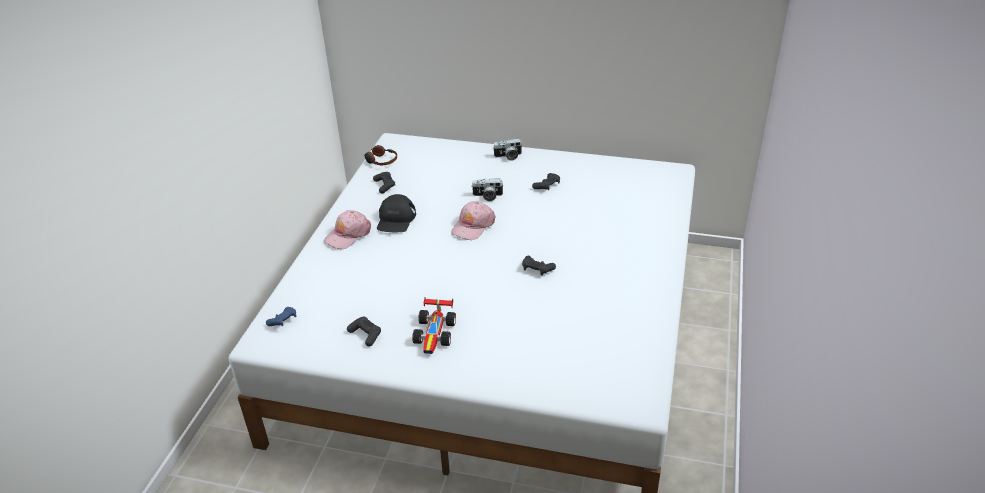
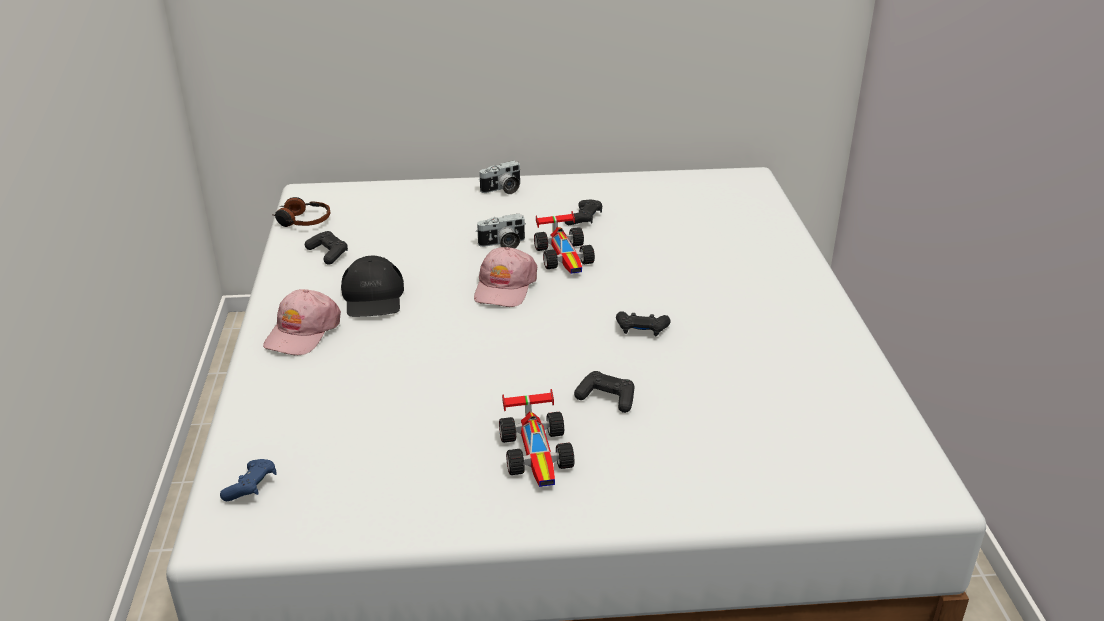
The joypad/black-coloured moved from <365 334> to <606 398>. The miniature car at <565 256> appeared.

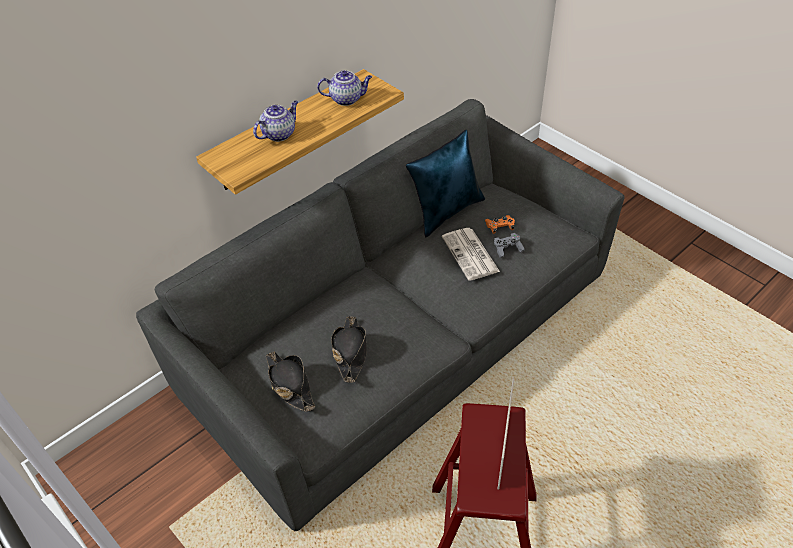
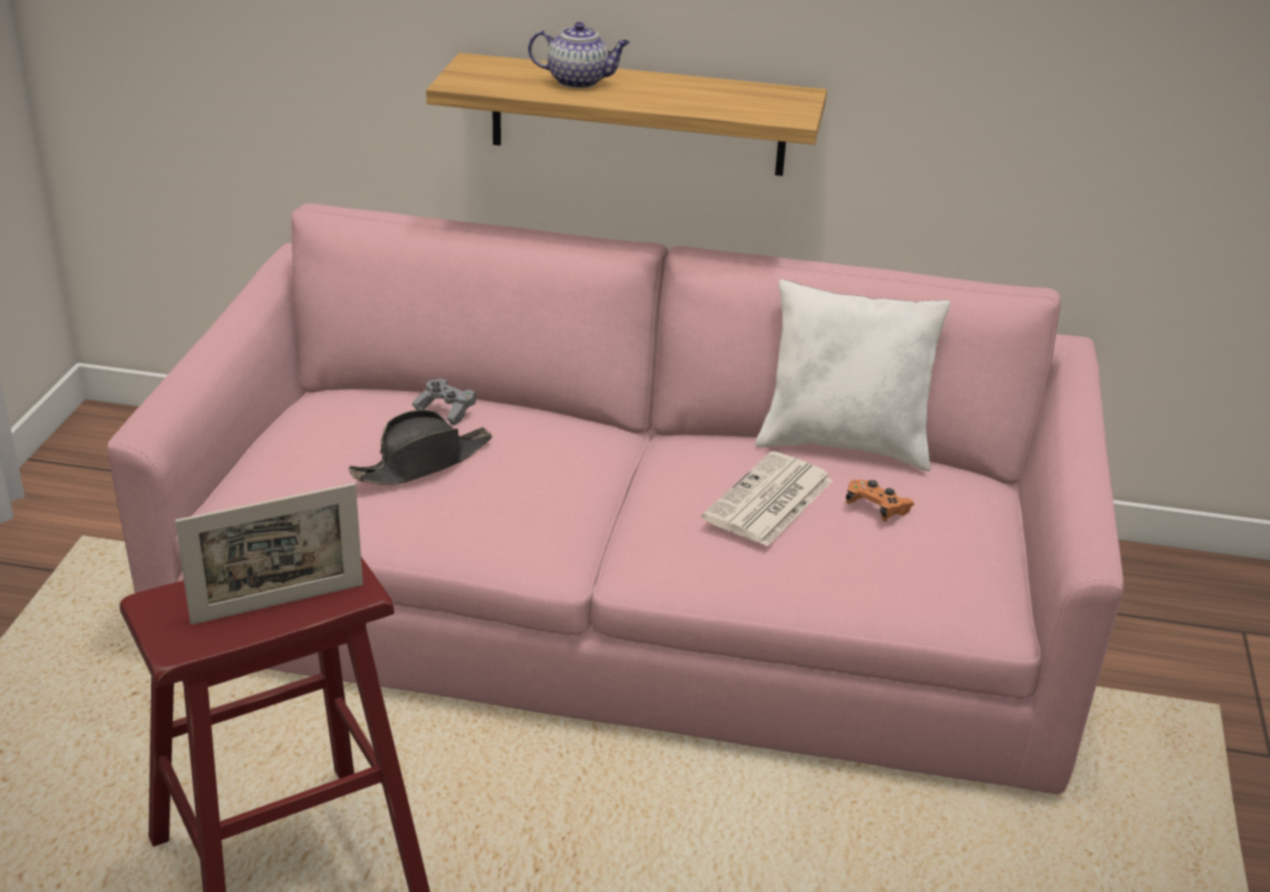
The sofa/gray at <399 331> became the sofa/pink-coloured at <629 596>. The wearable hat/black-coloured at <290 384> disappeared. The pot for tea at <347 99> disappeared. The pillow/bluish at <446 211> became the pillow/white at <845 444>. The joypad/gray moved from <507 249> to <445 410>.

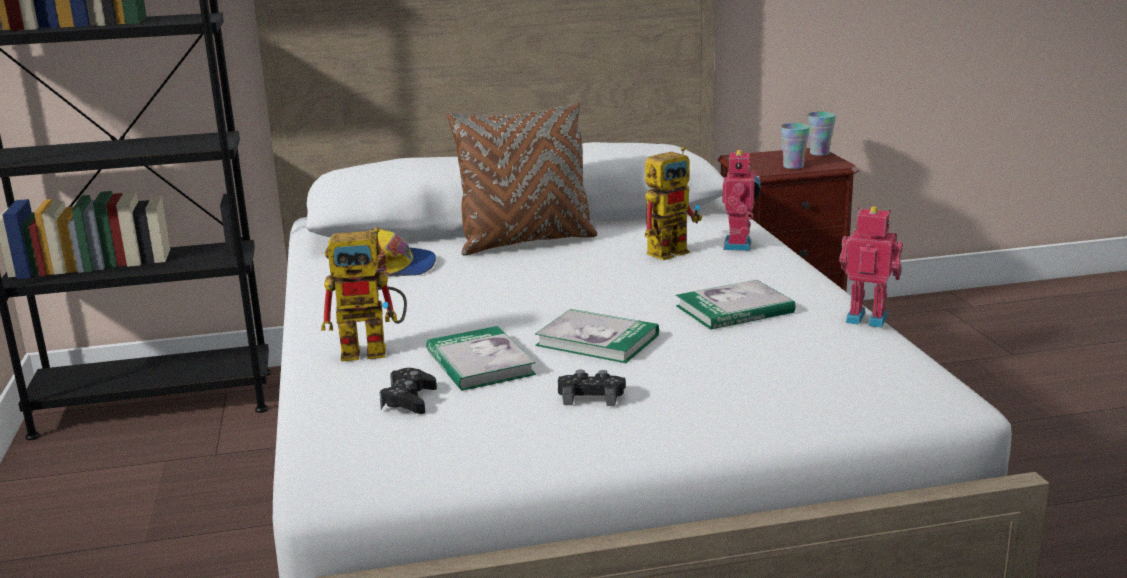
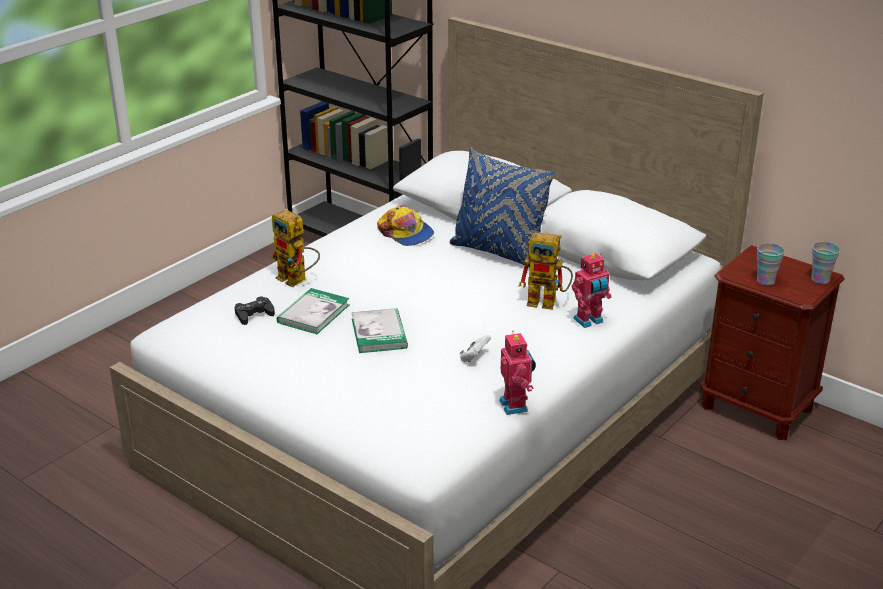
The pillow/brownish at <526 242> became the pillow/bluish at <498 252>. The joypad/black-coloured at <591 396> disappeared. The bound book at <734 309> was replaced by the joypad/white at <474 357>.

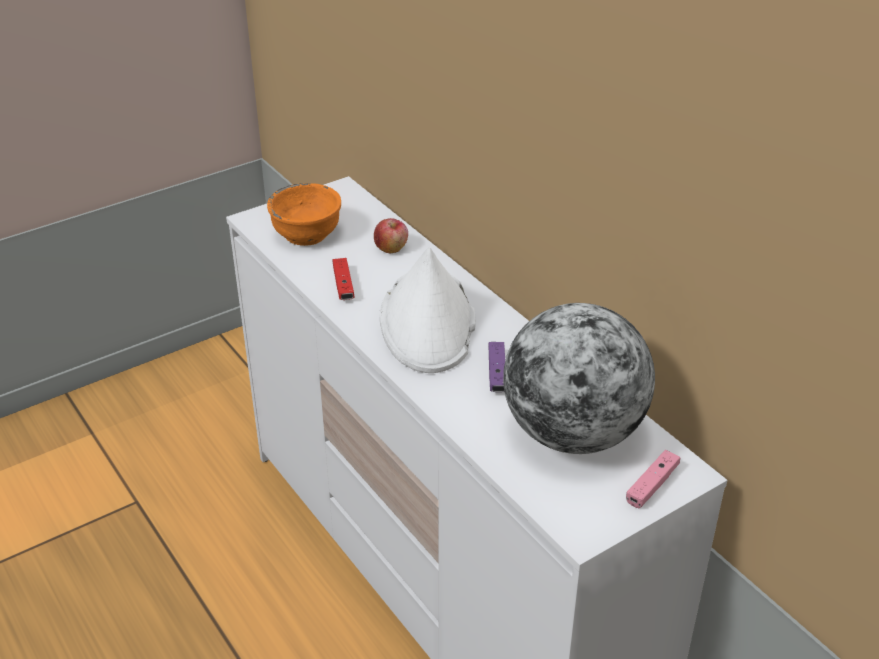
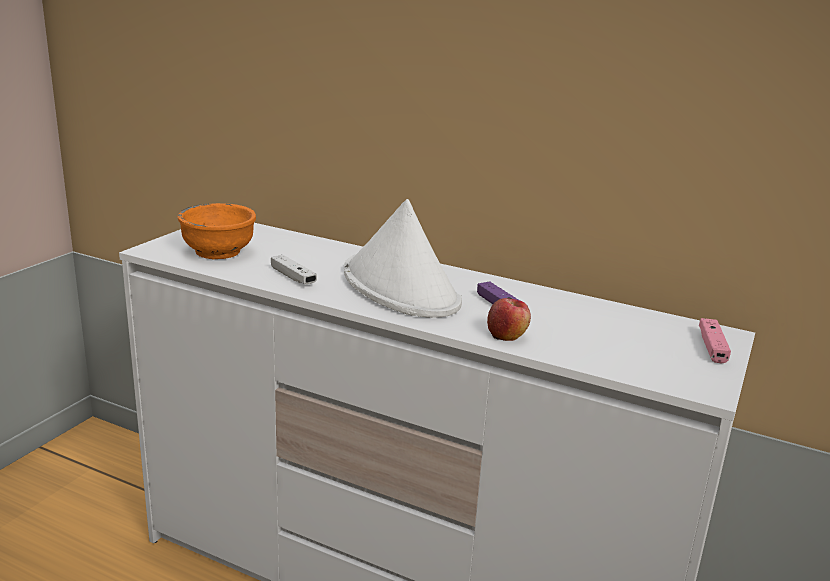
The joypad/reddish at <343 285> became the joypad/white at <293 277>. The apple fruit moved from <391 248> to <507 335>. The world globe at <573 434> disappeared.

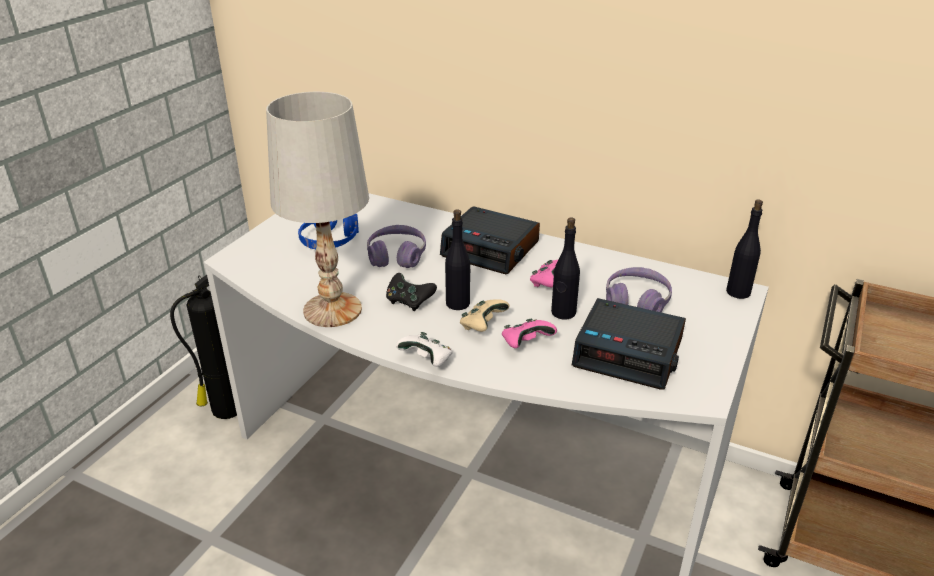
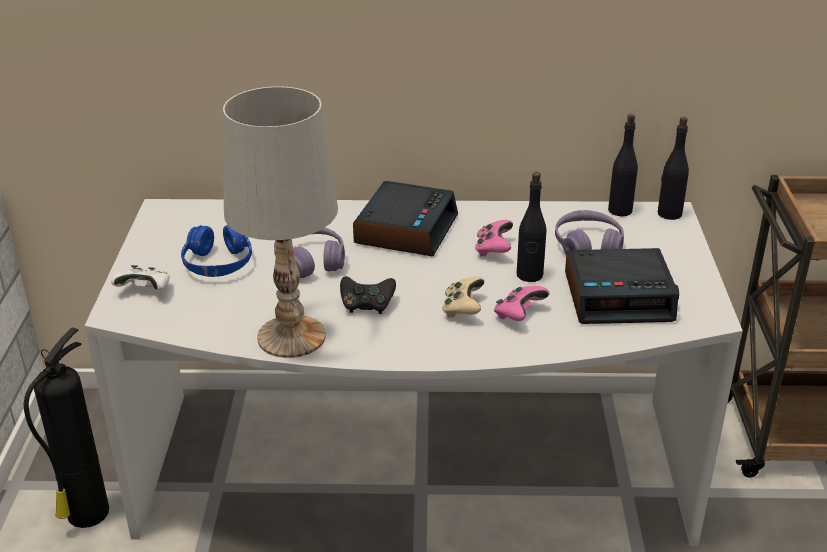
The joypad/white moved from <427 360> to <146 291>. The alarm clock at <491 249> turned 75 degrees counterclockwise. The drink bottle/black-coloured moved from <458 303> to <620 210>.

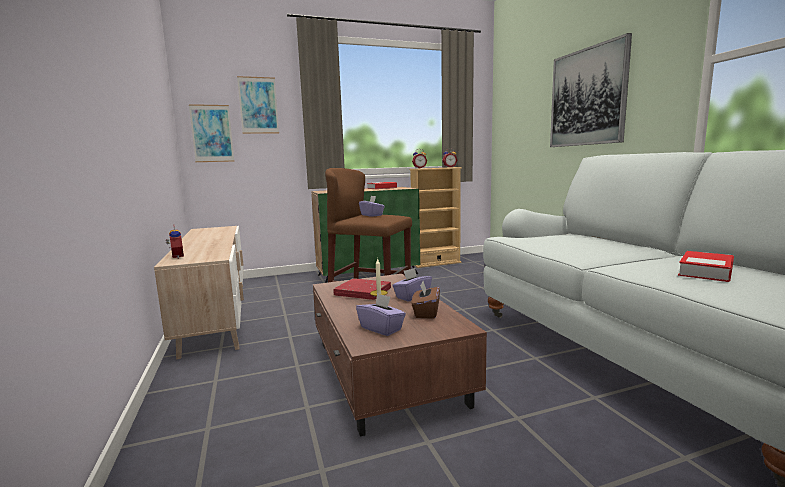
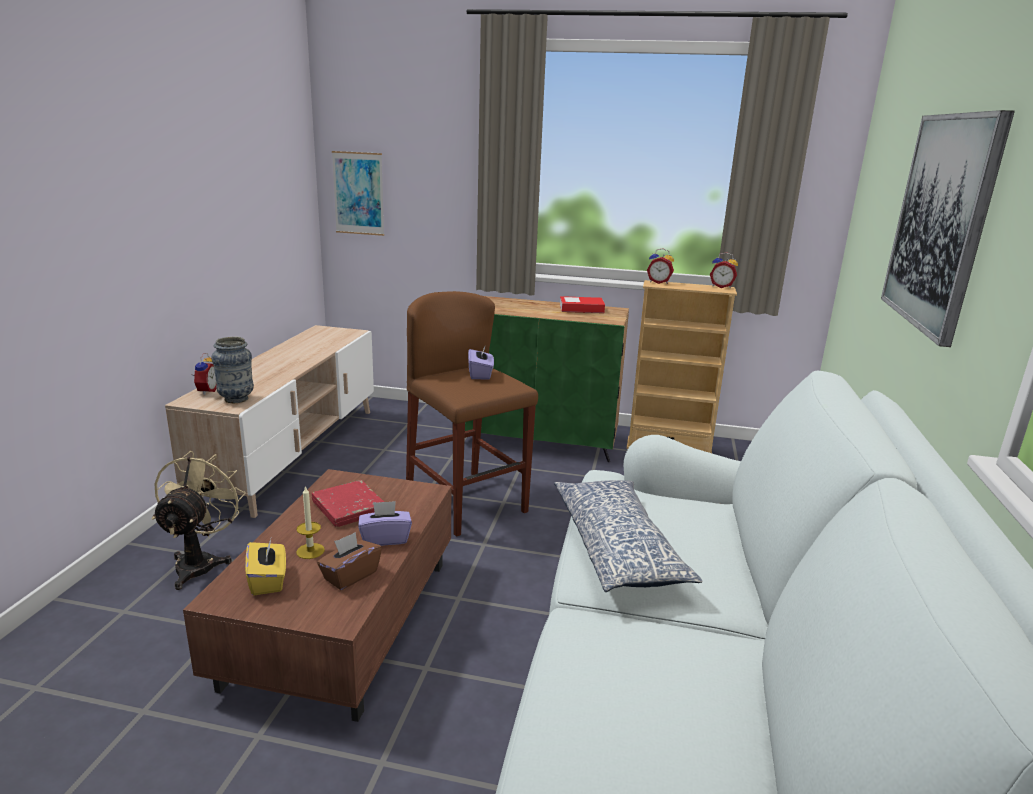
The picture at <258 105> disappeared. The tissue holder/purplish at <381 328> became the tissue holder/yellowish at <268 580>. The bound book at <705 271> disappeared. The fan/beige-coloured at <201 562> appeared. The vase at <236 399> appeared. The pillow at <618 547> appeared.

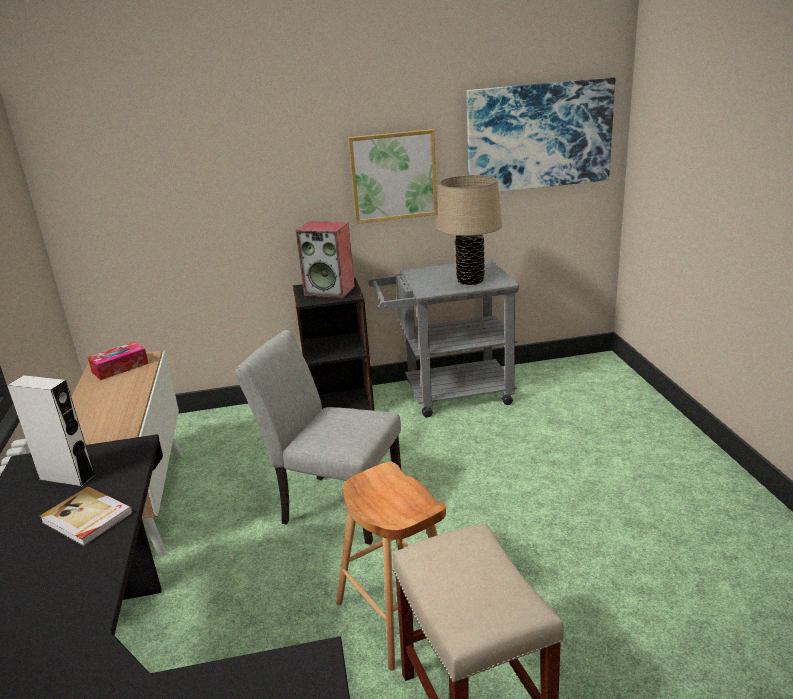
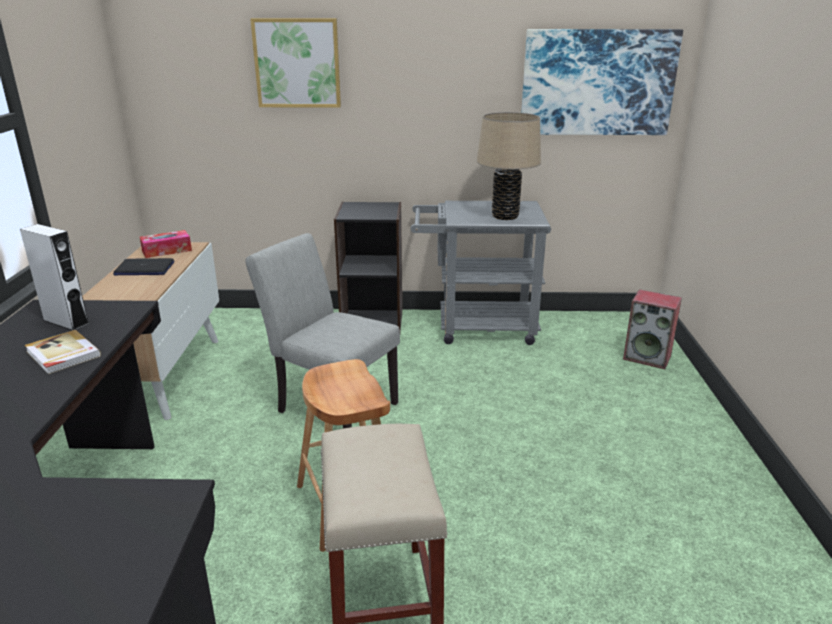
The loudspeaker moved from <330 290> to <648 357>. The picture moved from <393 176> to <297 63>. The notebook computer at <144 269> appeared.

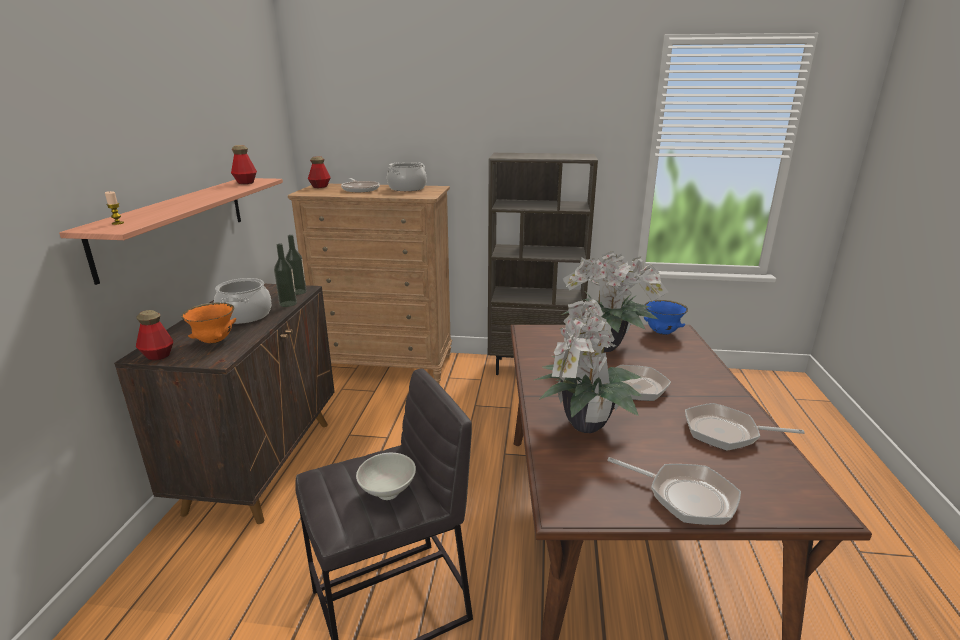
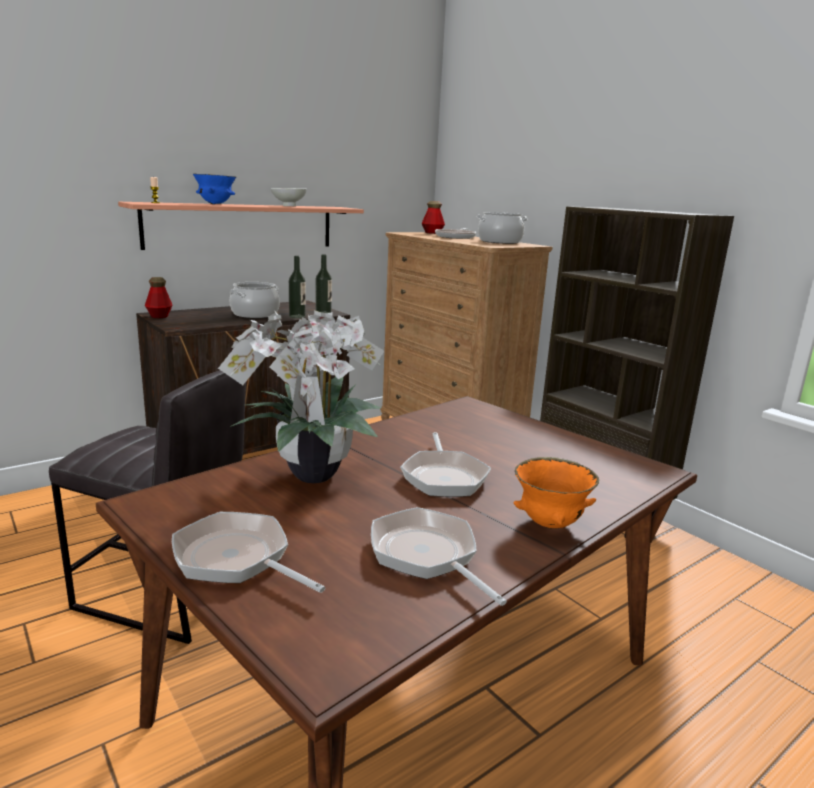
The serving bowl/orangey moved from <214 341> to <550 524>. The drink bottle at <245 182> disappeared. The serving bowl/white moved from <389 493> to <288 206>. The potted plant at <607 348> disappeared. The frying pan at <685 496> turned 135 degrees clockwise. The serving bowl/bluish moved from <662 333> to <215 204>.

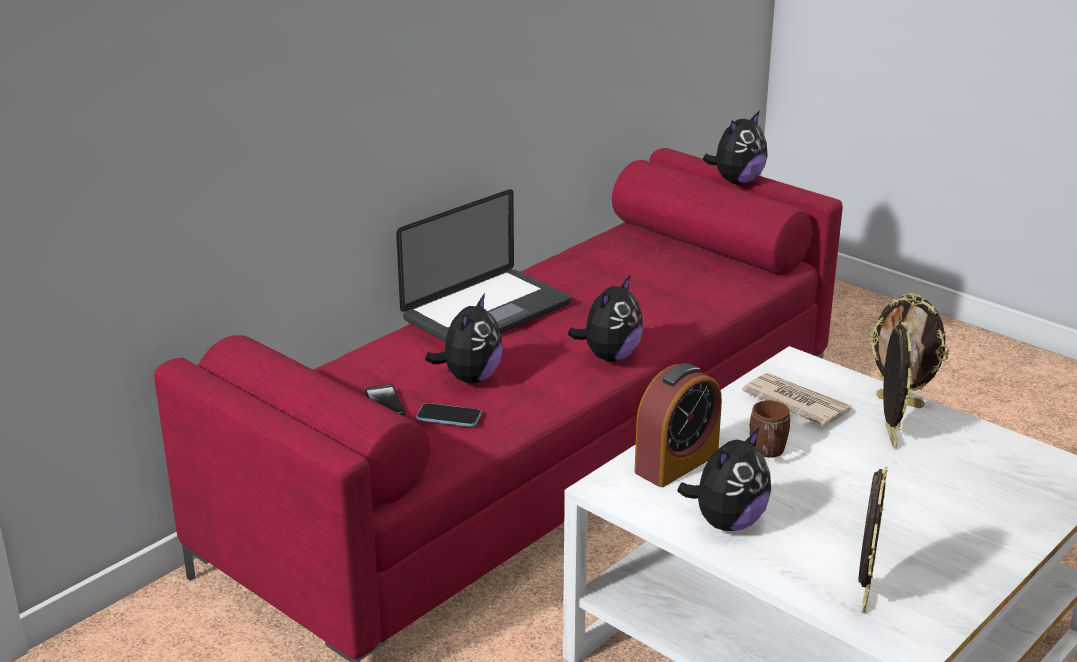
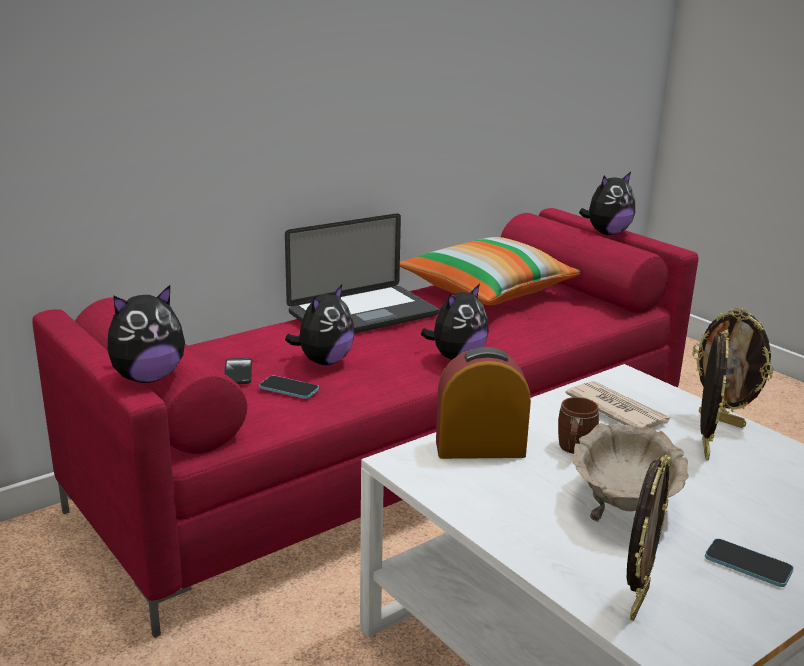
The alarm clock at <676 463> turned 150 degrees counterclockwise. The plush toy moved from <727 522> to <148 377>. The pillow at <487 291> appeared. The serving bowl/beige-coloured at <625 505> appeared. The handset at <748 564> appeared.

